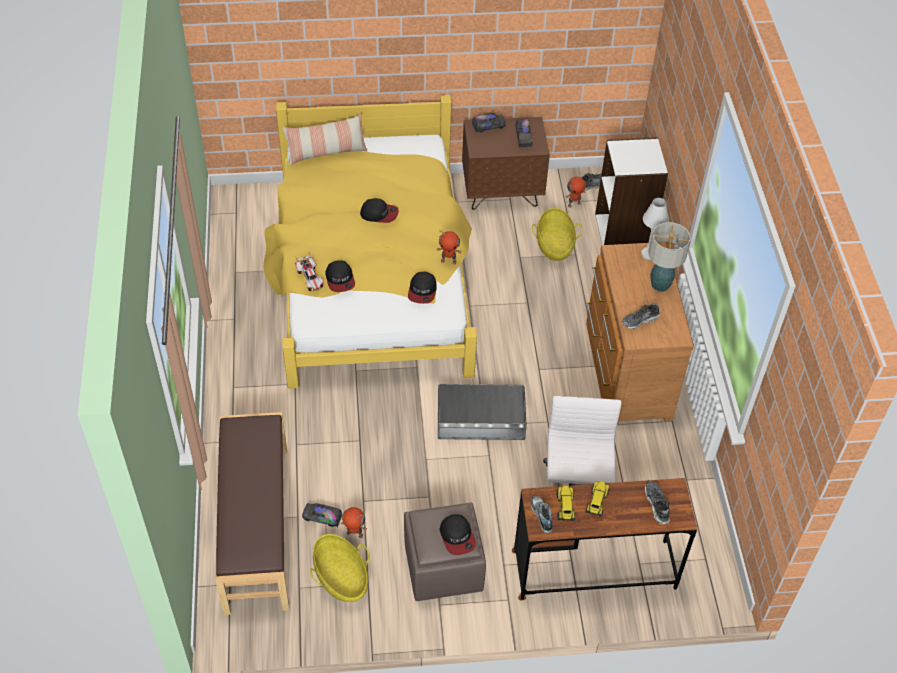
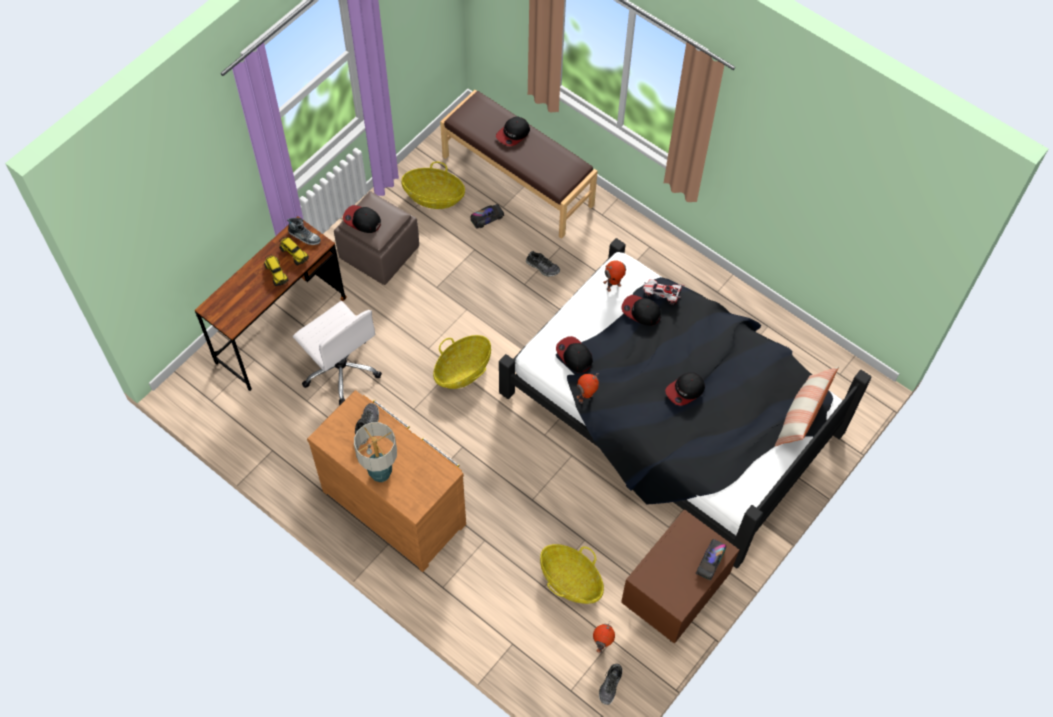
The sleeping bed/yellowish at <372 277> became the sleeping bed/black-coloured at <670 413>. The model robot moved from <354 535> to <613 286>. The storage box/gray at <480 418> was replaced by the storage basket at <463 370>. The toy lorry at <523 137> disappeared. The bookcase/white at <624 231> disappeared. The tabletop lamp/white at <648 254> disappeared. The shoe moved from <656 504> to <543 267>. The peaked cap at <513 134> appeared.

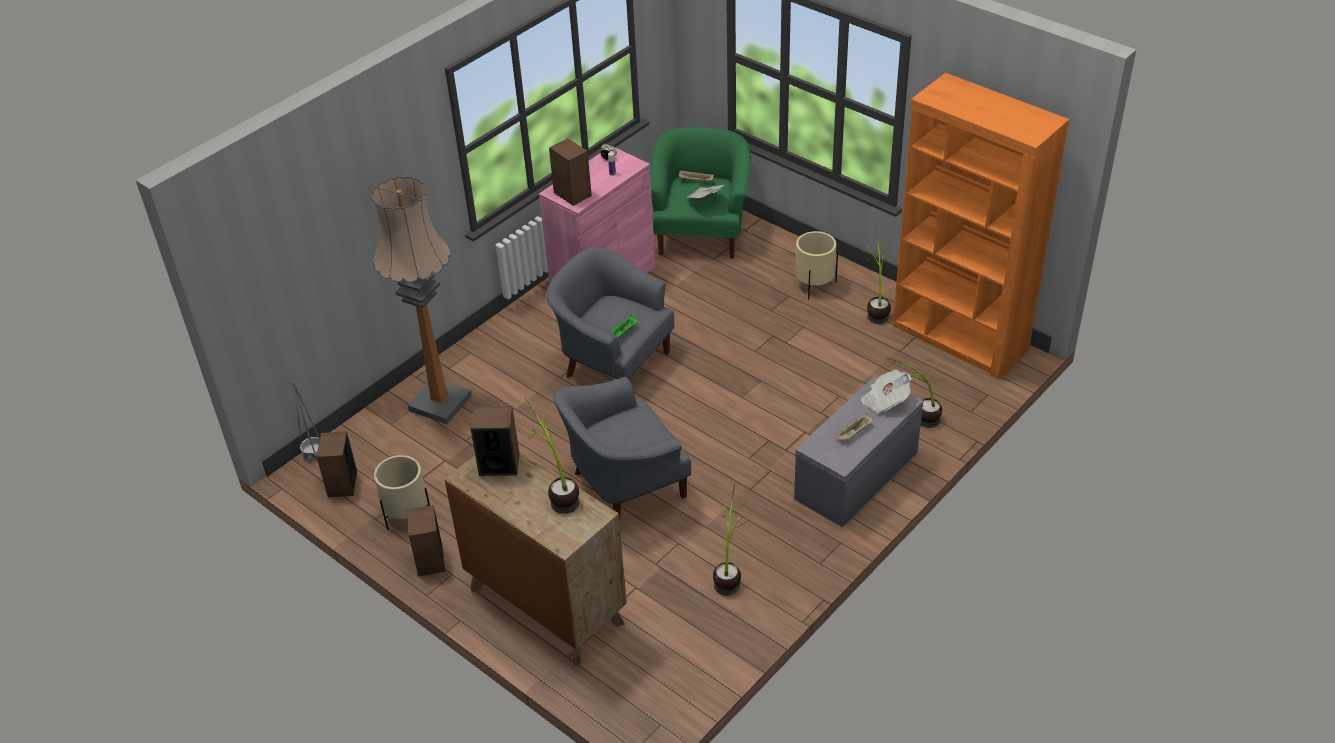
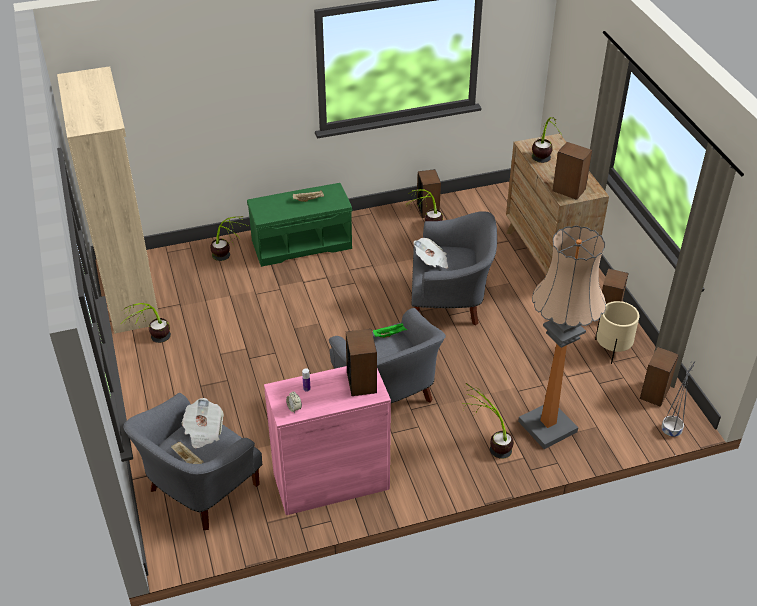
The armchair/greenish at <701 234> became the armchair/gray at <200 490>. The long seat/gray at <857 477> became the long seat/greenish at <302 244>. The plant pot/beige-coloured at <814 285> disappeared. The printed paper moved from <885 400> to <431 261>. The bookcase/orangey at <959 338> became the bookcase/beige-coloured at <131 293>. The loudspeaker at <428 209> appeared. The potted plant at <488 444> appeared.

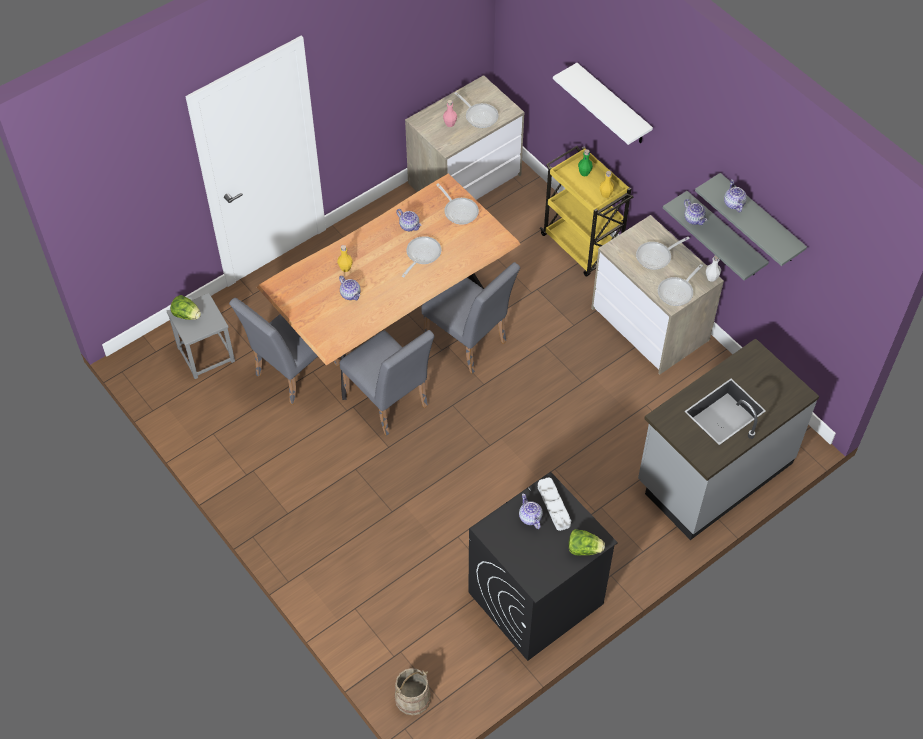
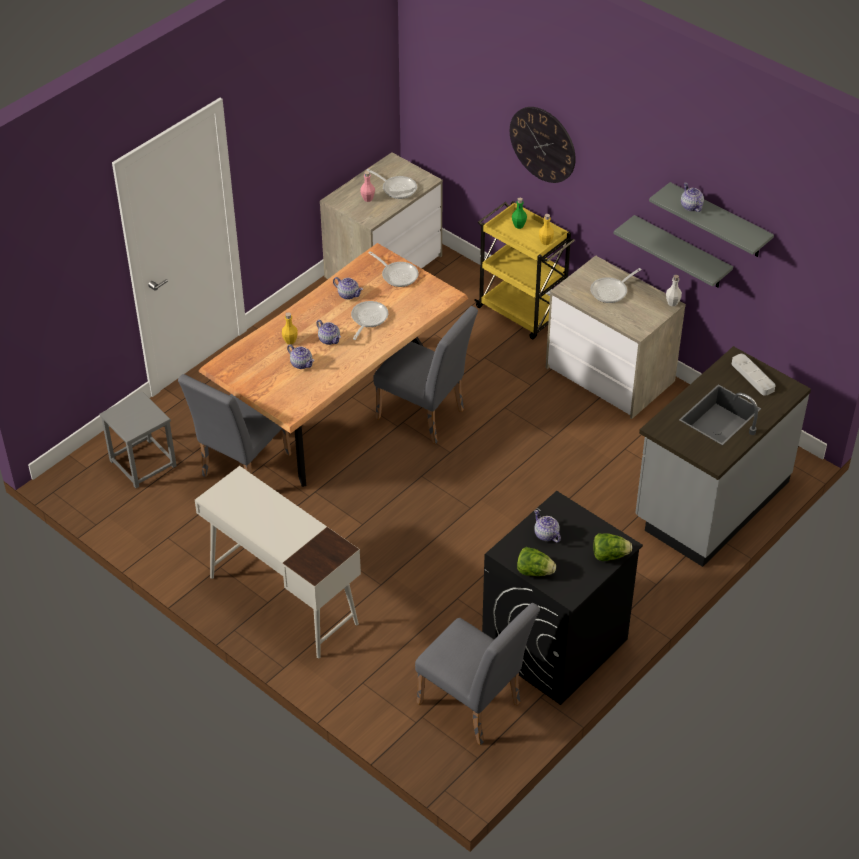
The head of lettuce moved from <187 315> to <534 571>. The chair/gray moved from <389 404> to <474 708>. The bucket/beige-coloured at <412 698> disappeared. The tray/gray moved from <554 505> to <752 377>. The shelf/white at <613 105> was replaced by the hanging clock at <543 144>. The frying pan at <677 292> disappeared. The pot for tea moved from <694 219> to <329 339>. The desk/white at <282 599> appeared.

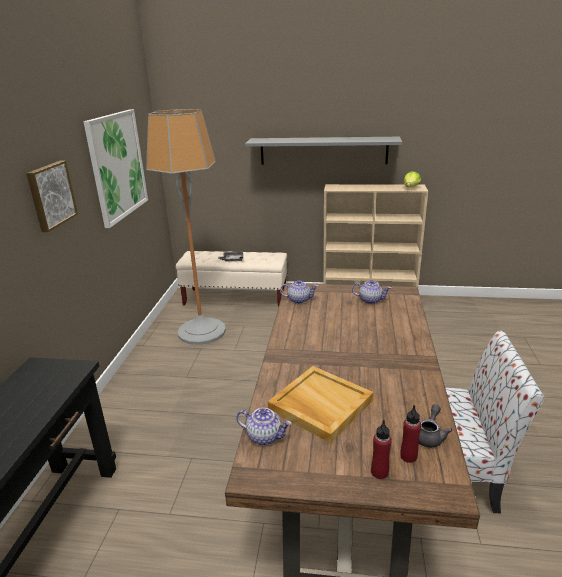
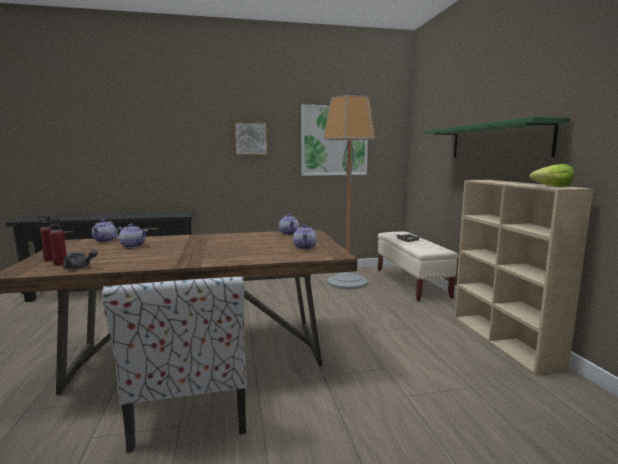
The shelf/gray at <323 151> became the shelf/greenish at <497 141>. The tray/beige-coloured at <319 405> was replaced by the pot for tea at <133 246>.

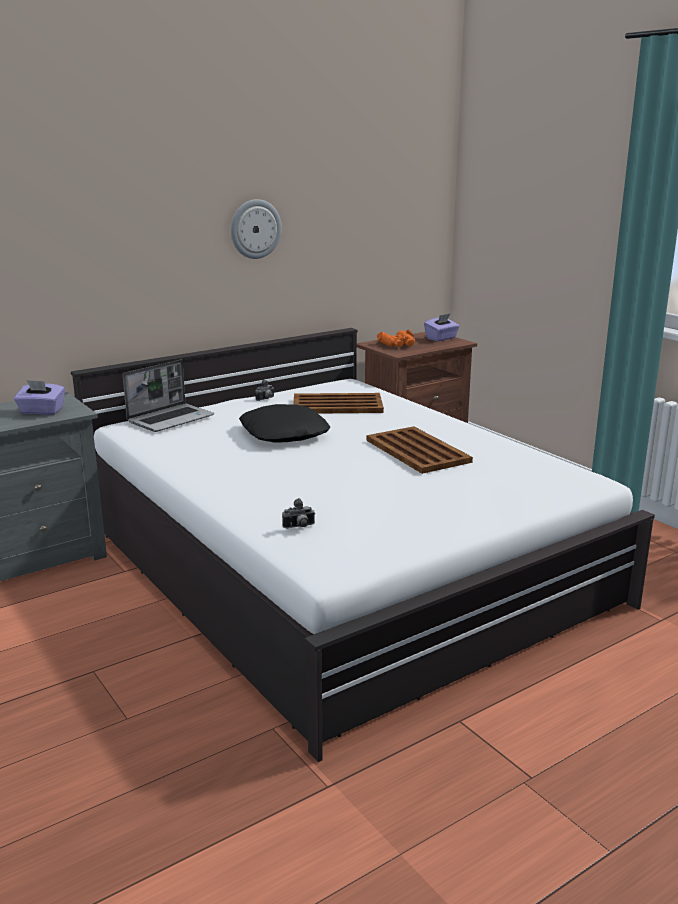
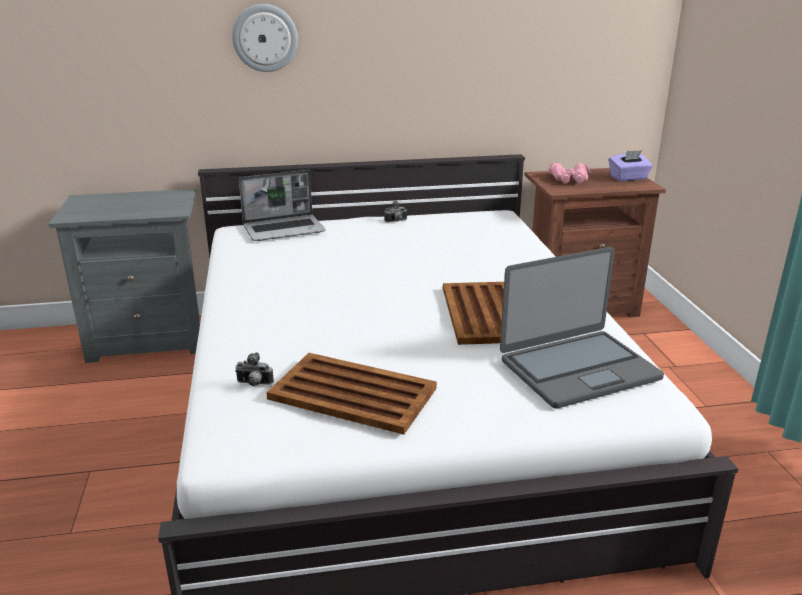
The tissue holder/purplish at <41 411> disappeared. The hanging clock moved from <255 229> to <265 38>. The pillow/black-coloured at <284 433> disappeared. The tray/brownish moved from <336 405> to <351 393>. The pair of binoculars/orangey at <398 344> became the pair of binoculars/pink-coloured at <569 179>. The notebook computer at <578 369> appeared.

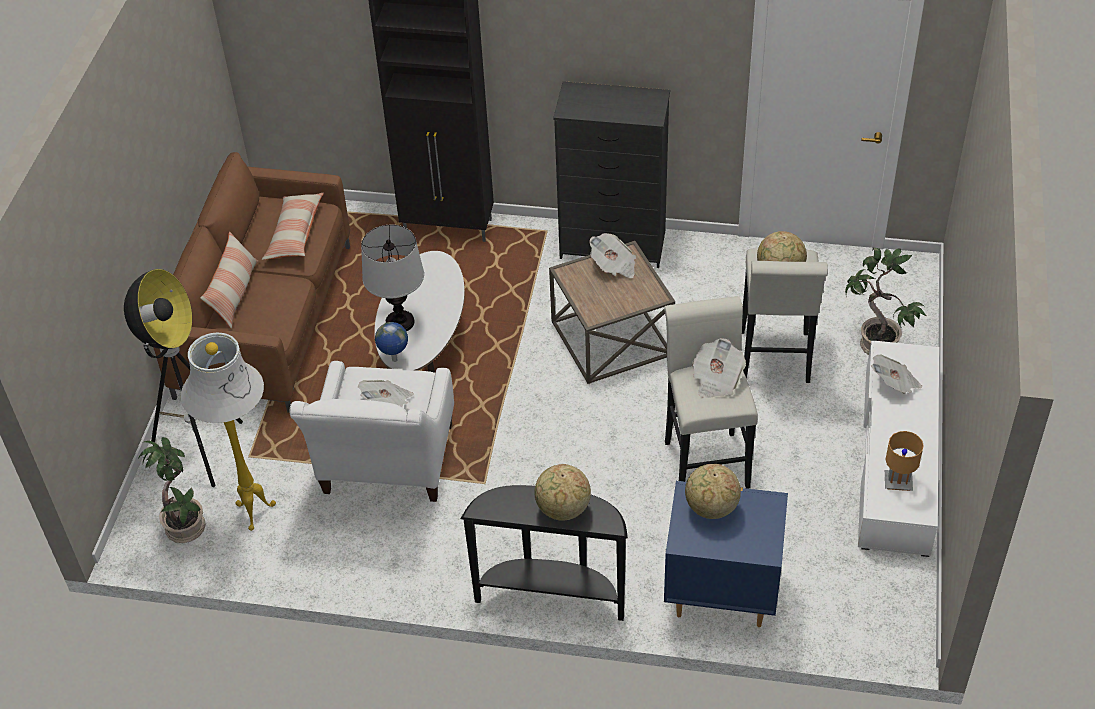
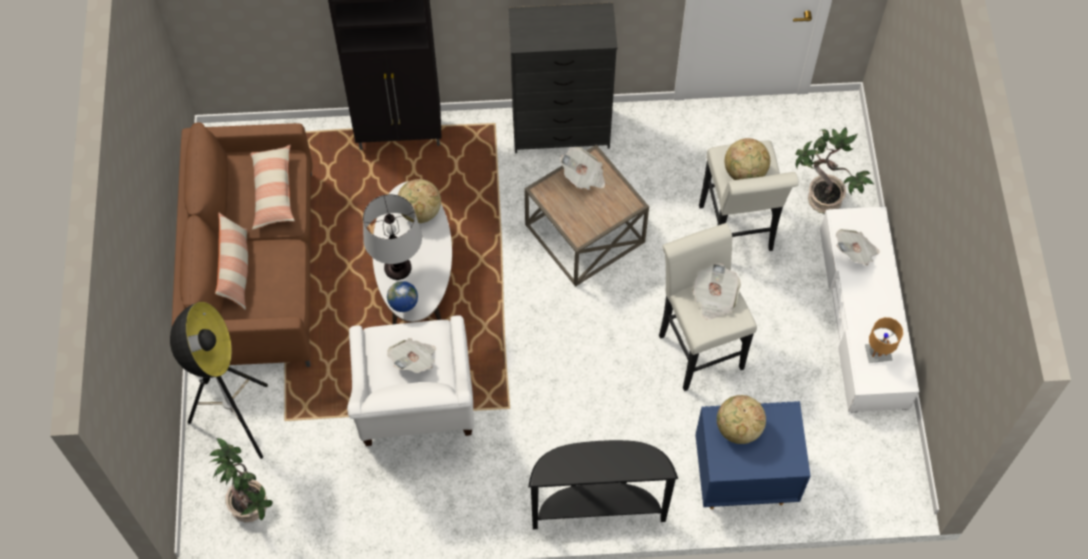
The standing lamp/white at <255 512> disappeared. The world globe moved from <563 509> to <420 212>.

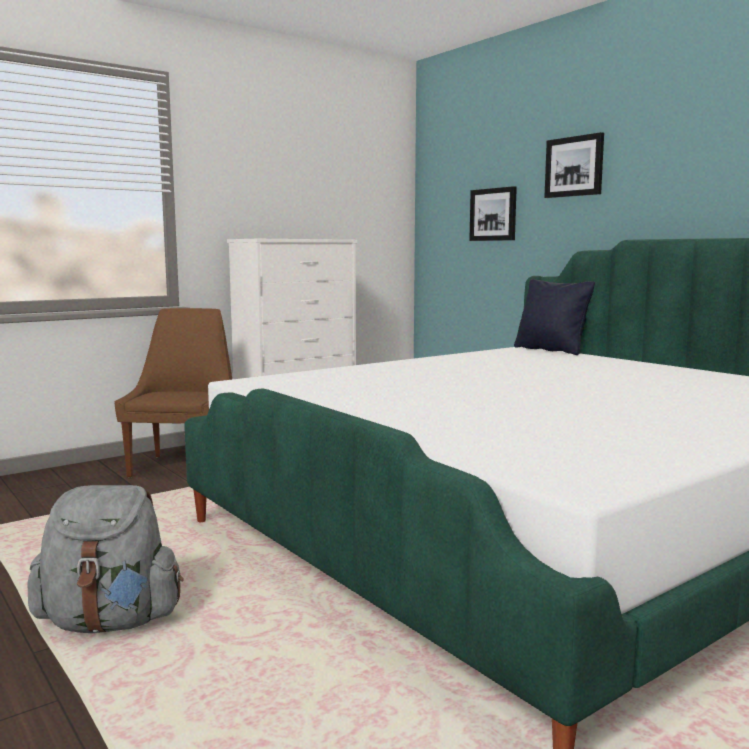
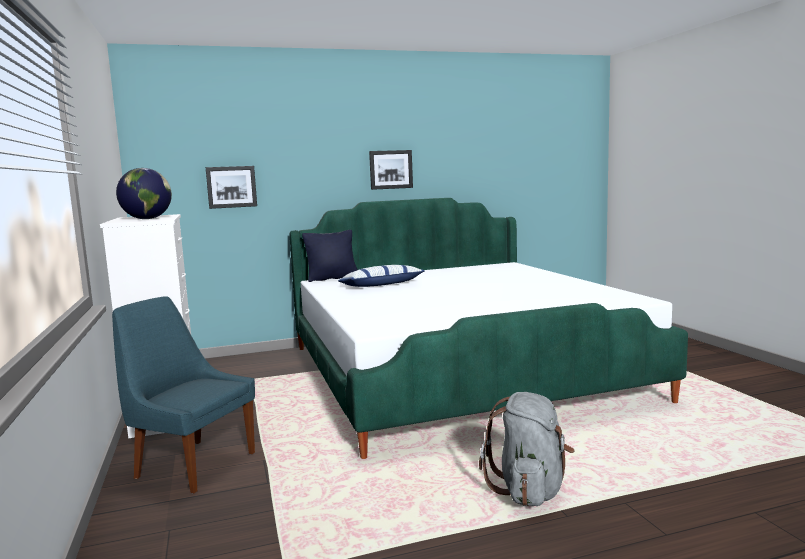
The chair/brownish at <183 466> became the chair/bluish at <192 464>. The picture moved from <574 166> to <390 169>. The world globe at <147 219> appeared. The pillow at <381 285> appeared.

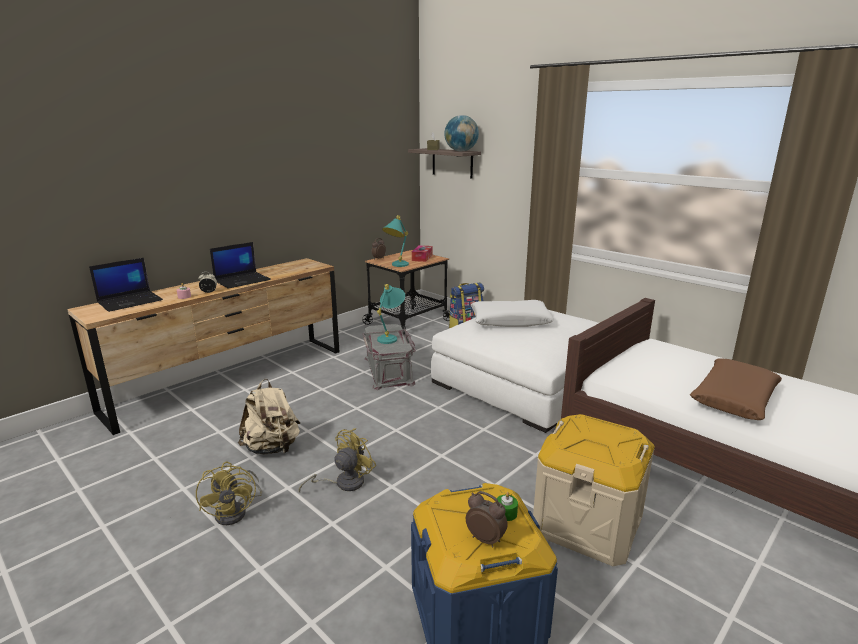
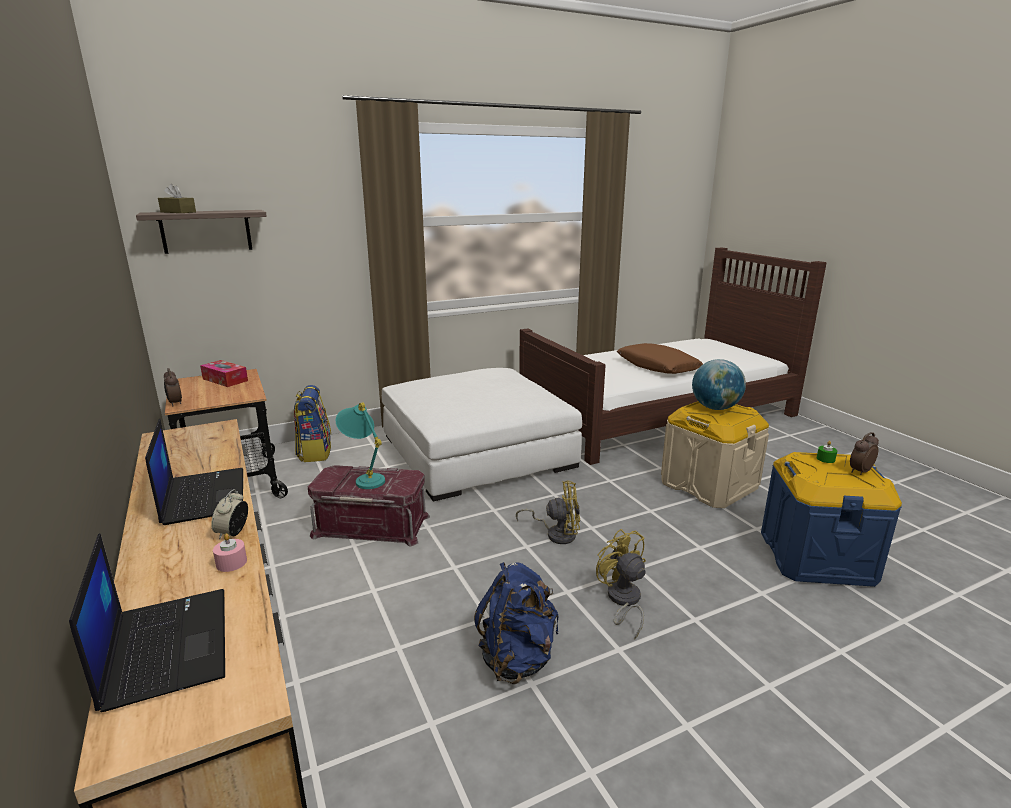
The fan/yellowish moved from <236 511> to <556 533>. The rucksack/beige-coloured at <272 448> became the rucksack/bluish at <518 658>. The storage box/gray at <389 370> became the storage box/reddish at <372 525>. The tabletop lamp/turquoise-coloured at <396 266> disappeared. The world globe moved from <461 151> to <715 408>. The pillow/white at <510 321> disappeared.

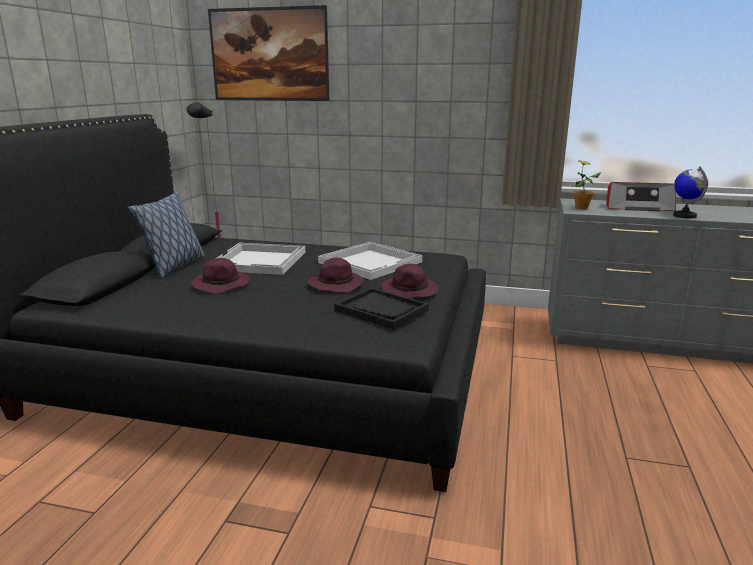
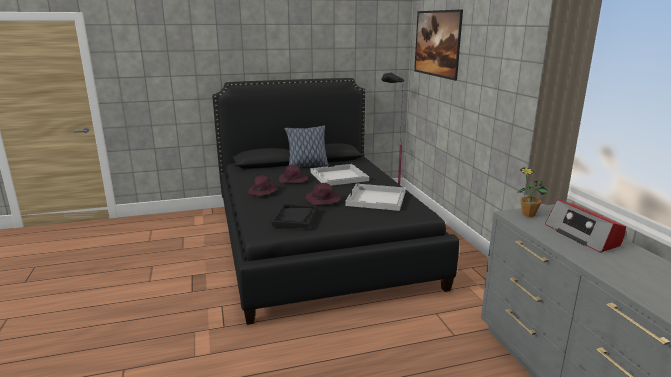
The wearable hat/purplish moved from <410 291> to <262 192>. The world globe at <684 216> disappeared.

